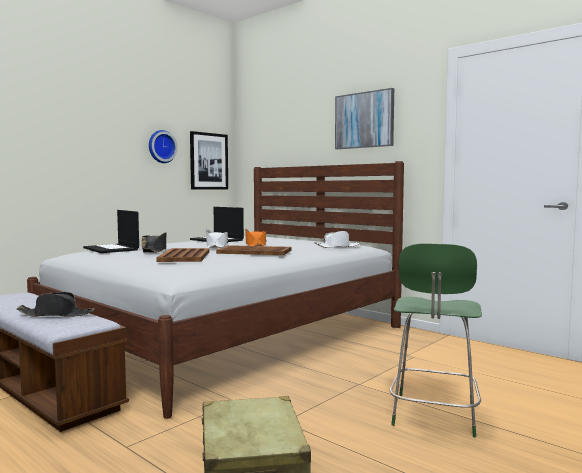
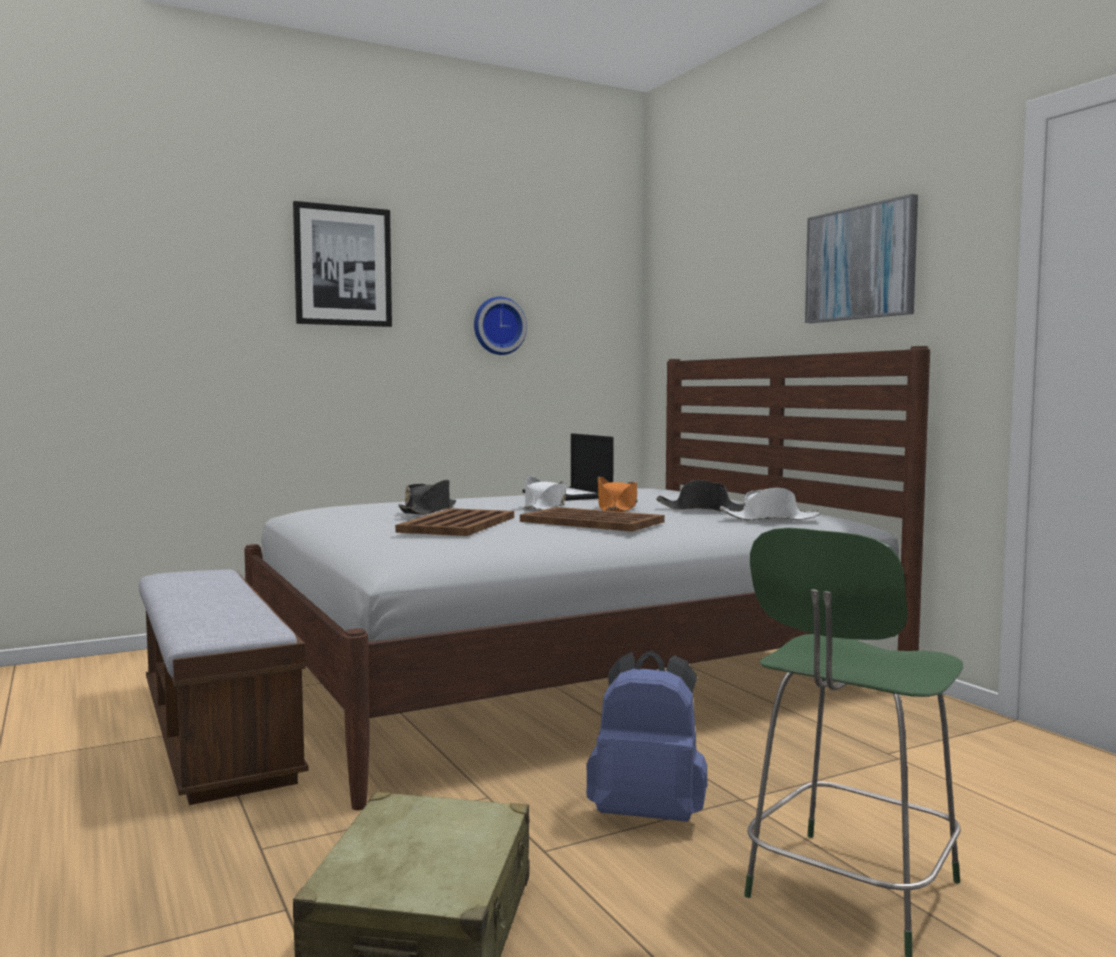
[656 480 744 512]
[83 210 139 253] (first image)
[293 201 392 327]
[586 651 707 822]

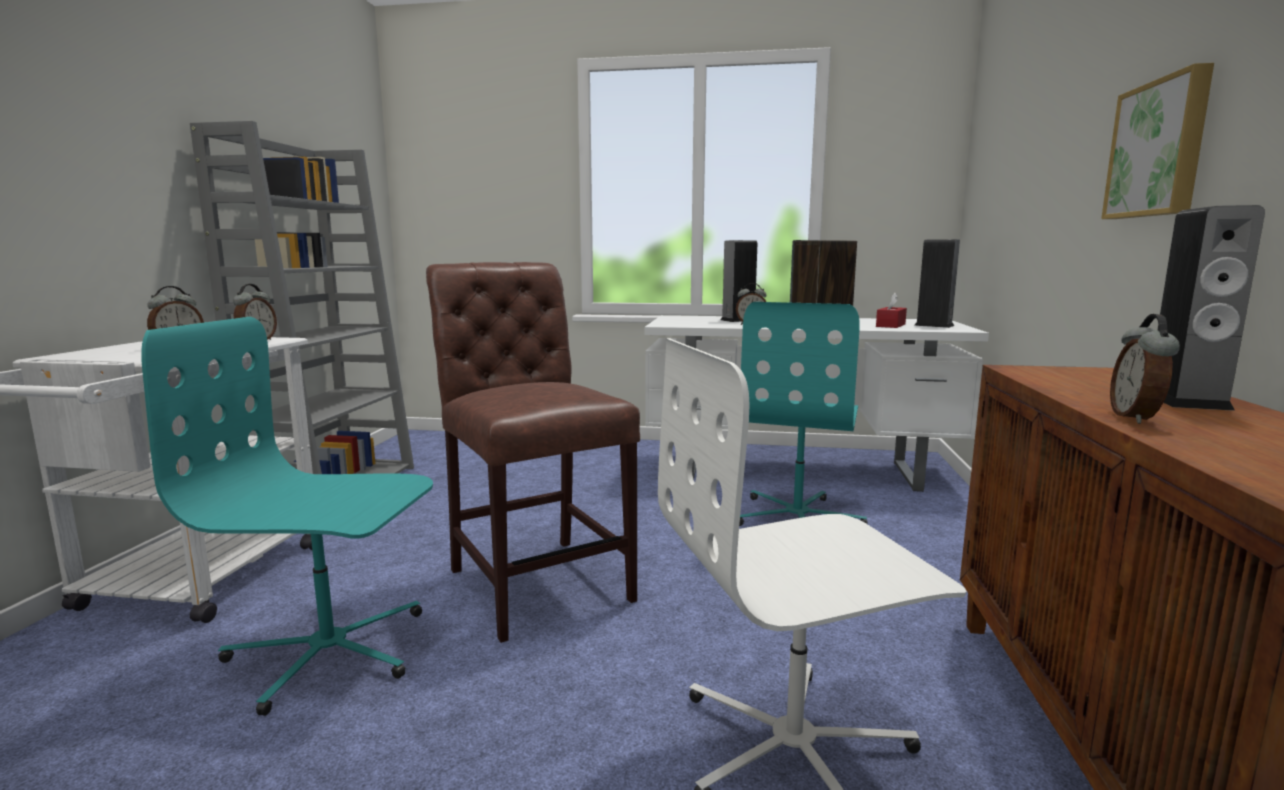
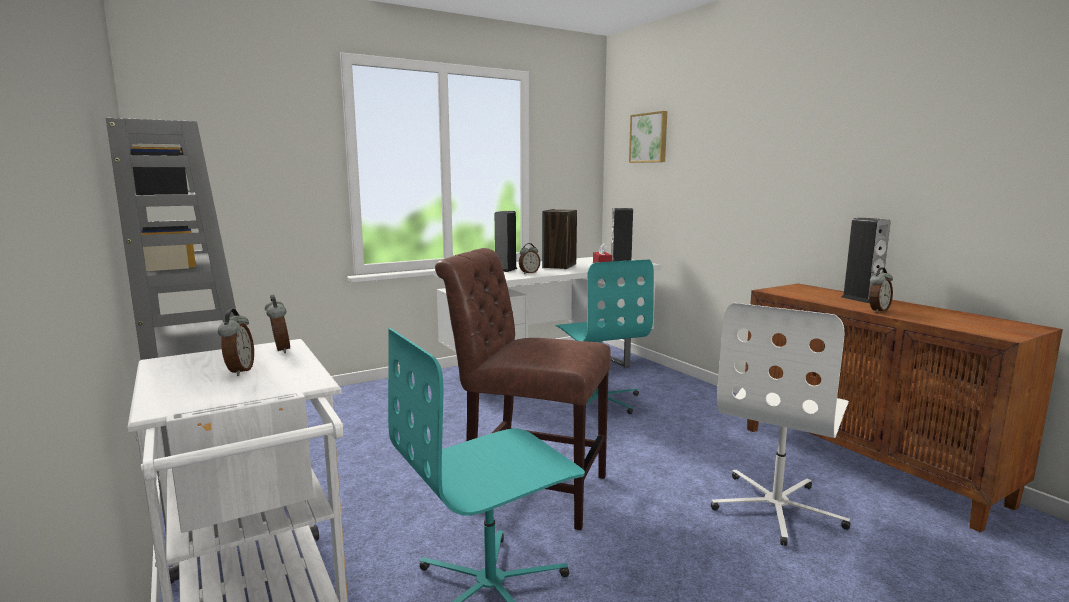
[629 111 667 163]
[869 268 893 313]

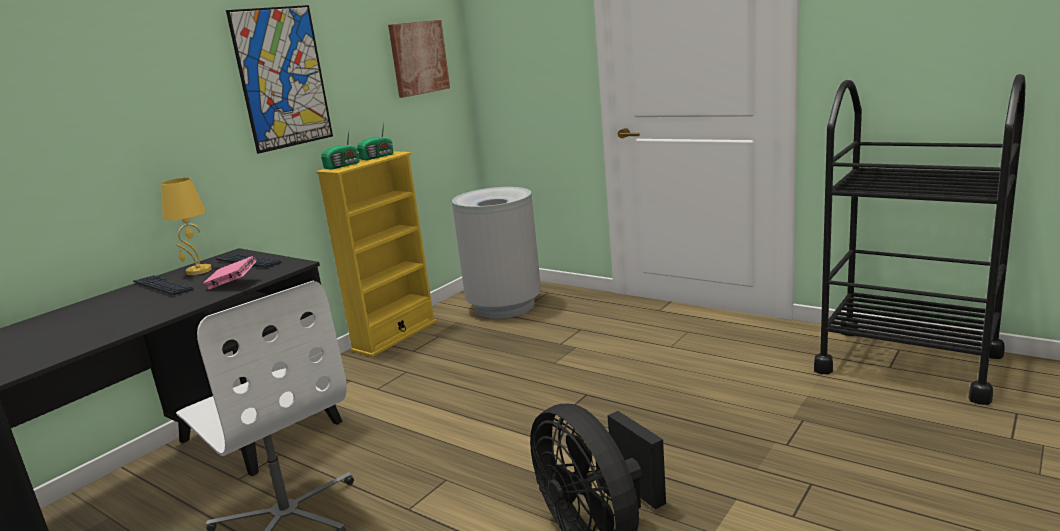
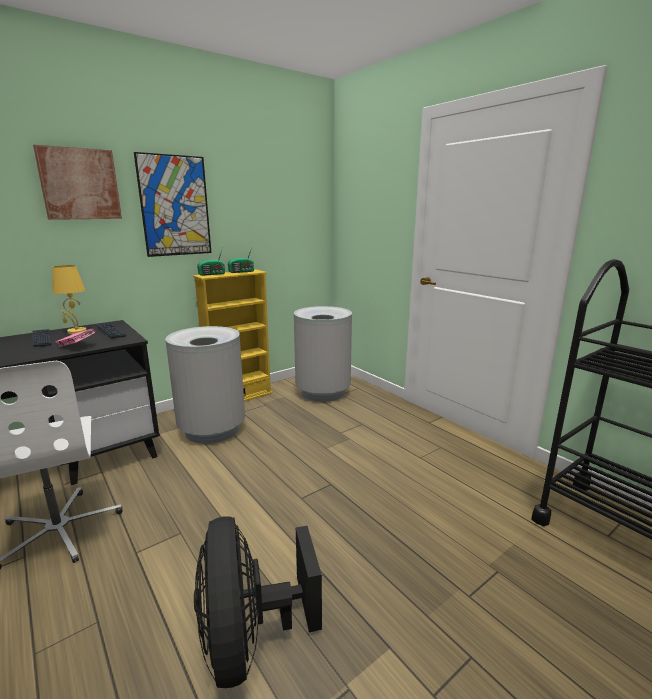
[33 145 122 220]
[165 326 245 444]

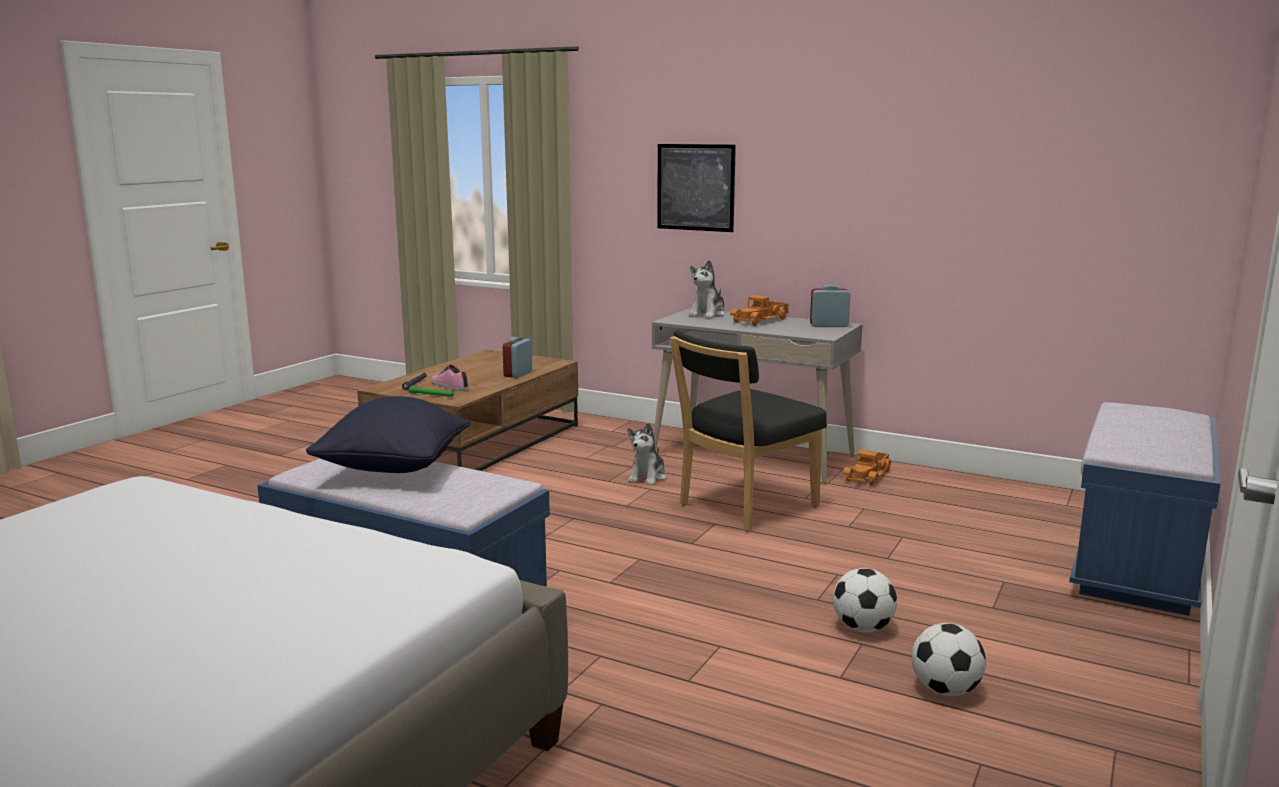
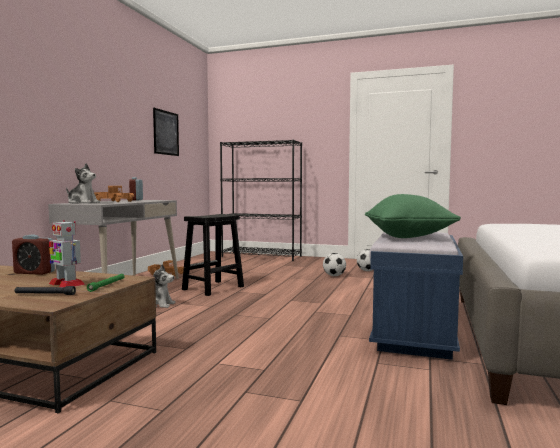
[365 194 461 238]
[49 220 85 287]
[153 108 179 156]
[182 214 244 296]
[220 140 302 261]

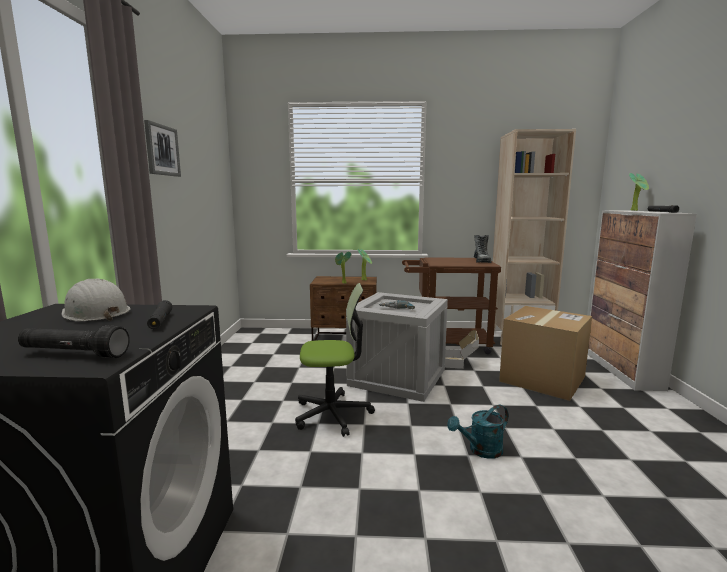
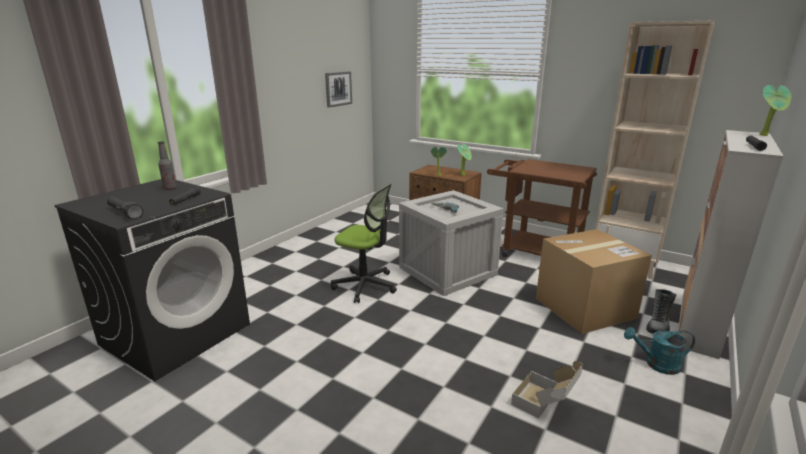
[158 141 177 190]
[325 71 352 107]
[511 361 583 419]
[624 327 695 375]
[646 289 676 334]

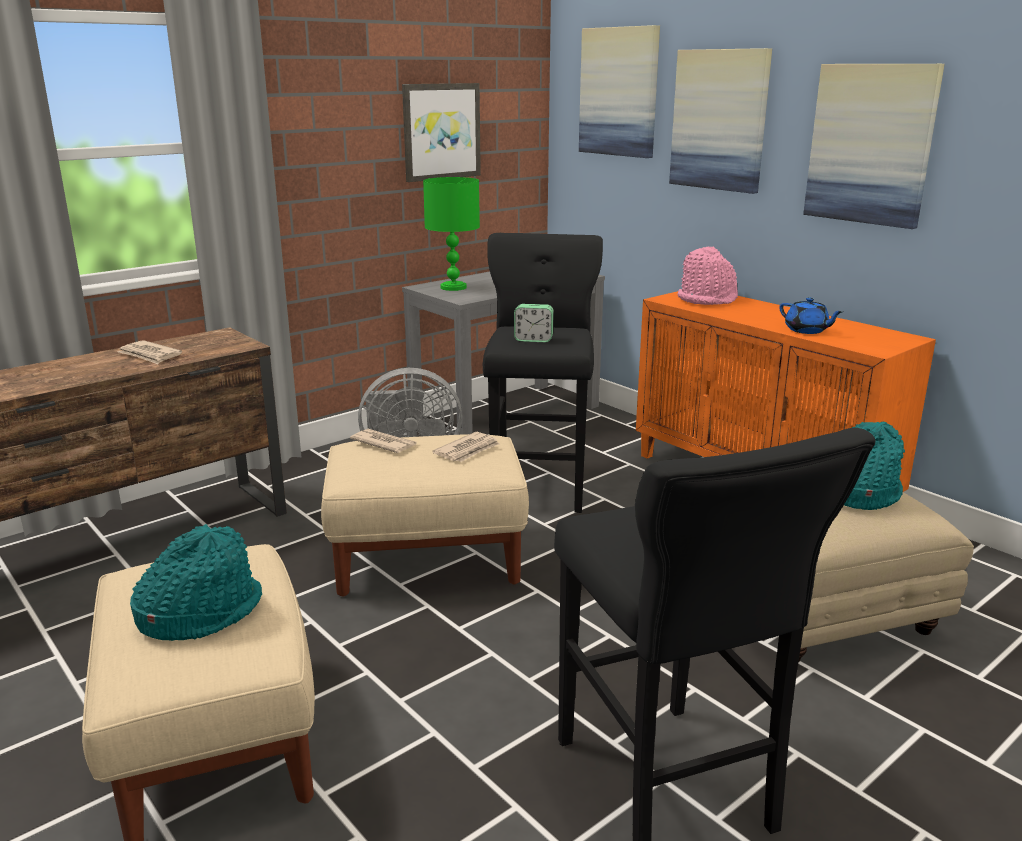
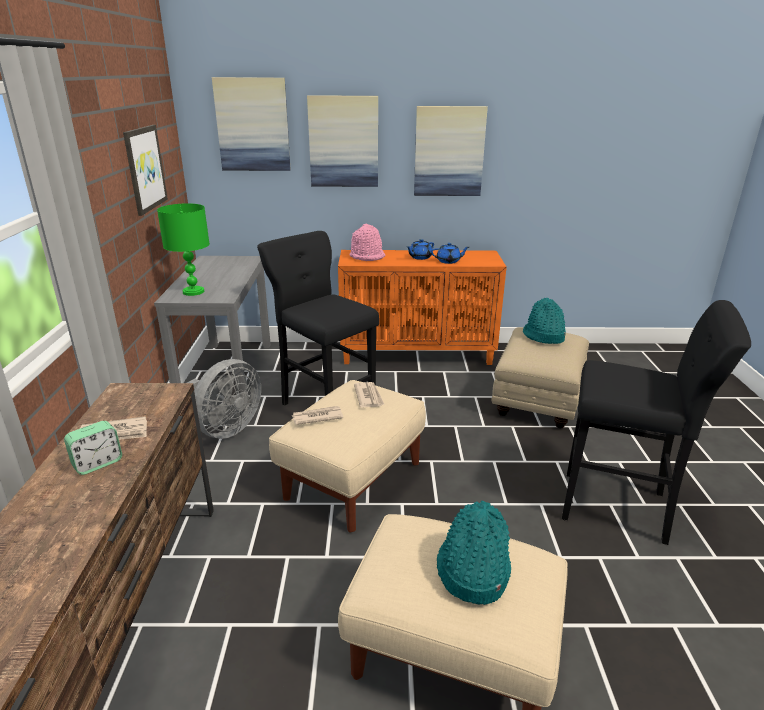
[64 421 122 475]
[407 239 434 260]

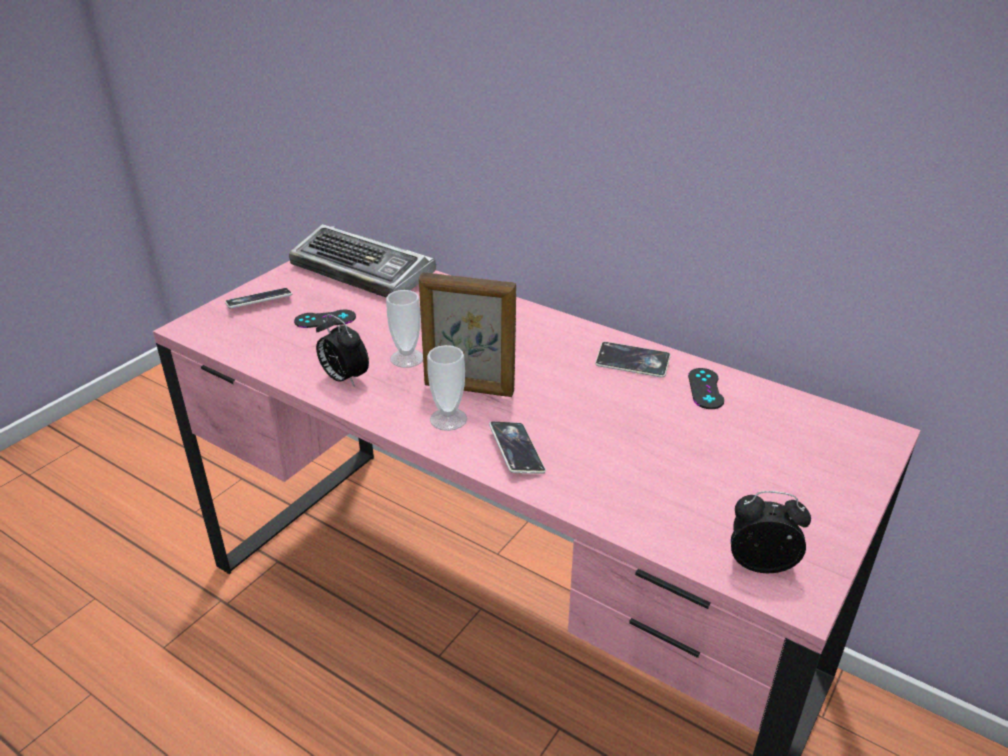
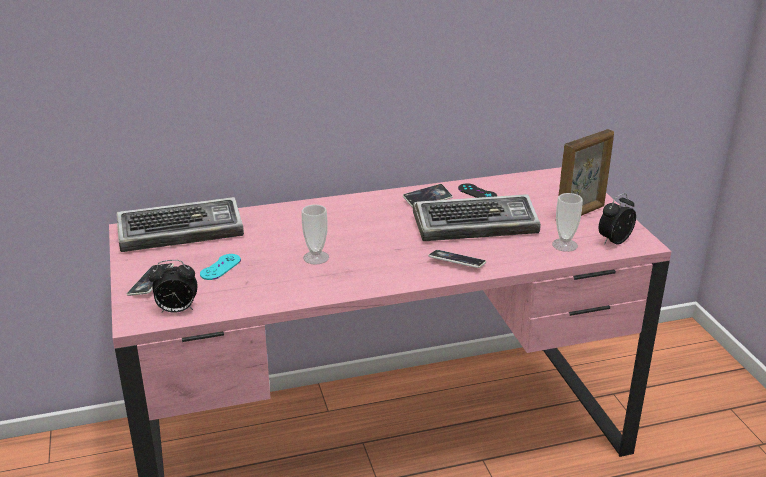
[200 254 241 280]
[149 260 198 313]
[558 129 614 216]
[552 193 583 252]
[413 194 541 241]

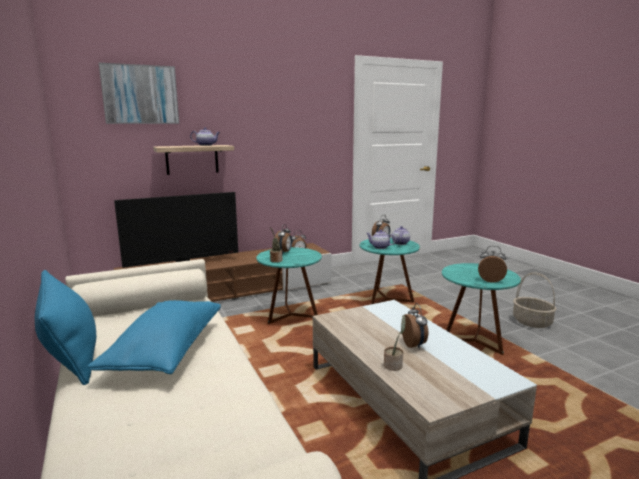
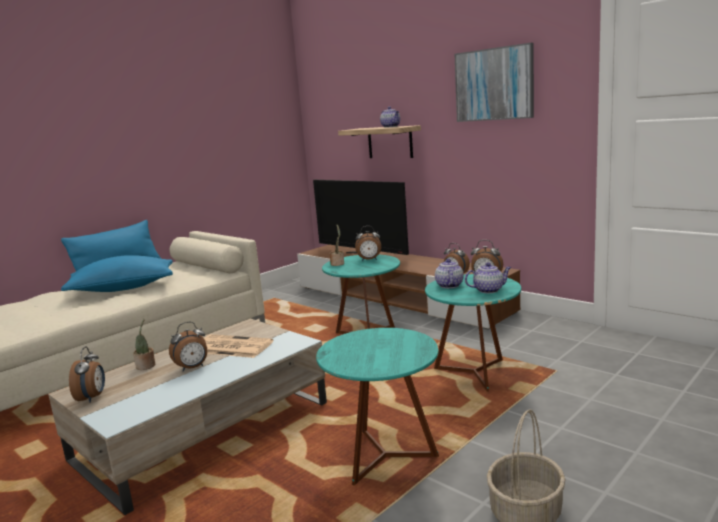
[455 43 534 122]
[69 346 105 403]
[204 334 273 358]

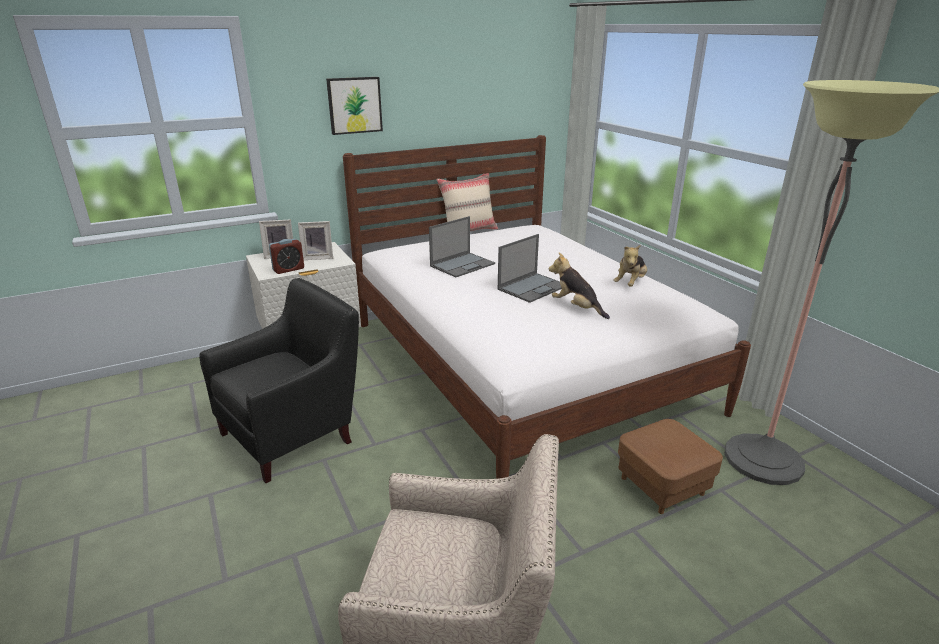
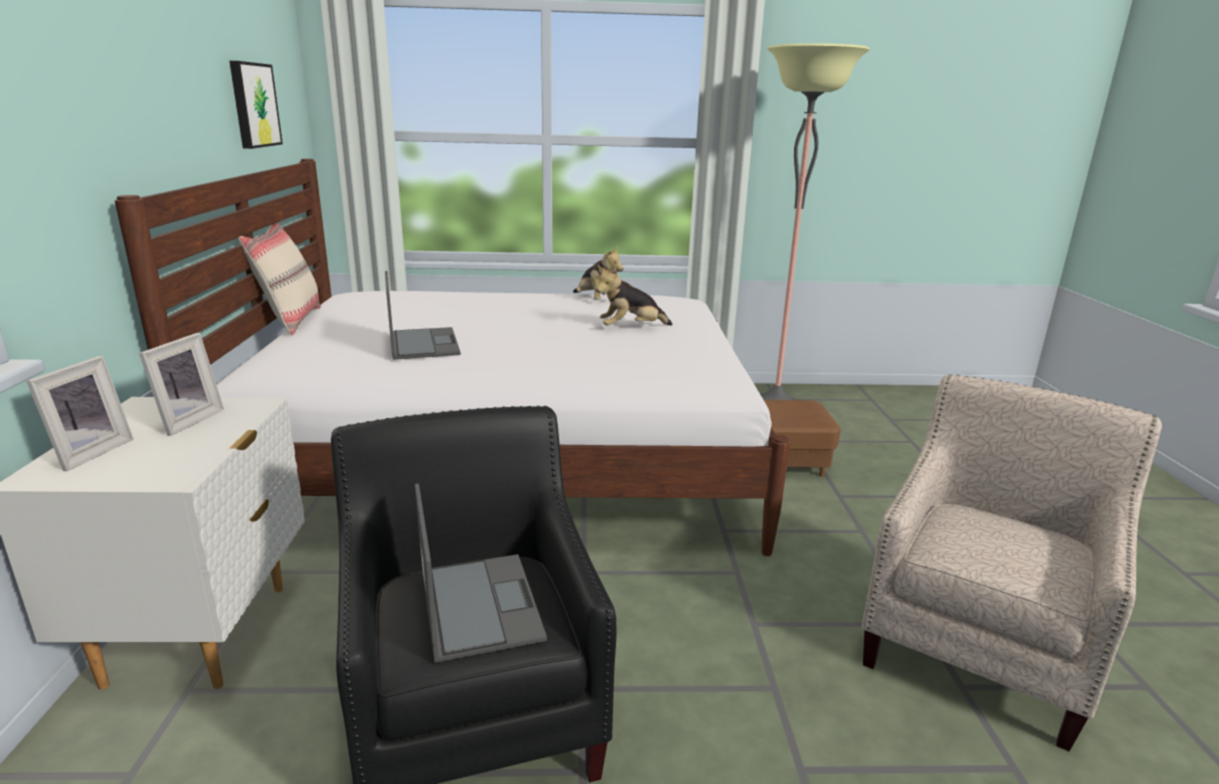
[269 239 304 274] (first image)
[229 61 283 149]
[415 483 547 663]

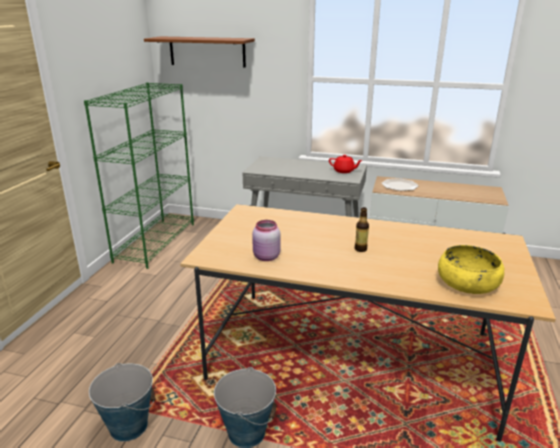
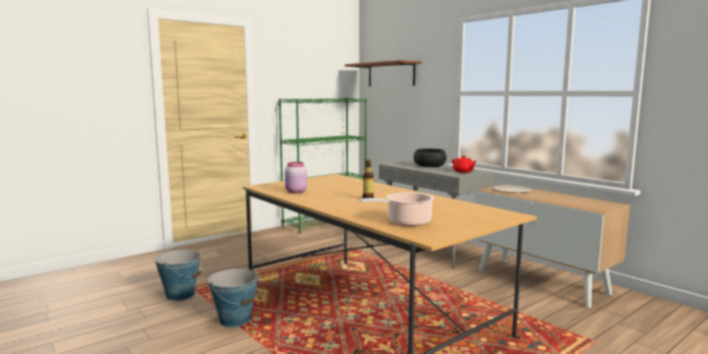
[360 192 434 226]
[413 149 447 167]

